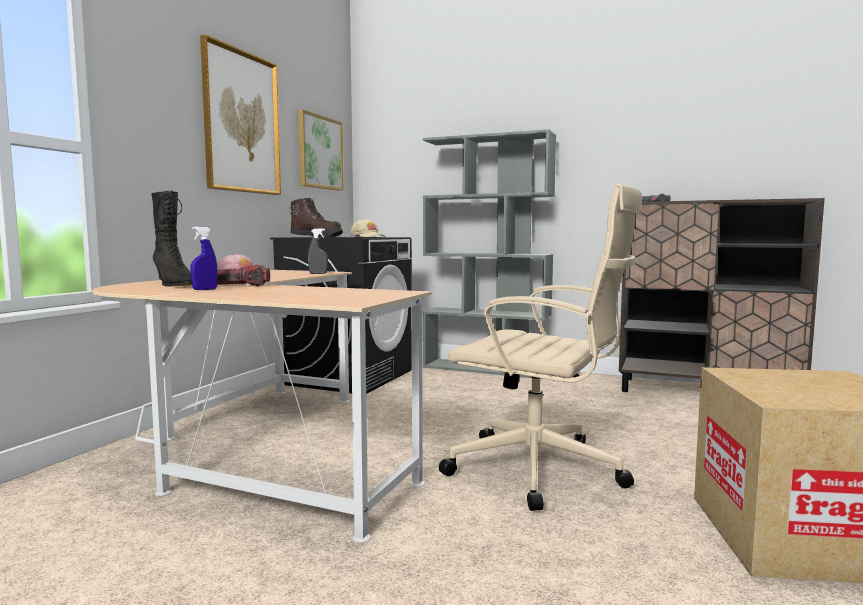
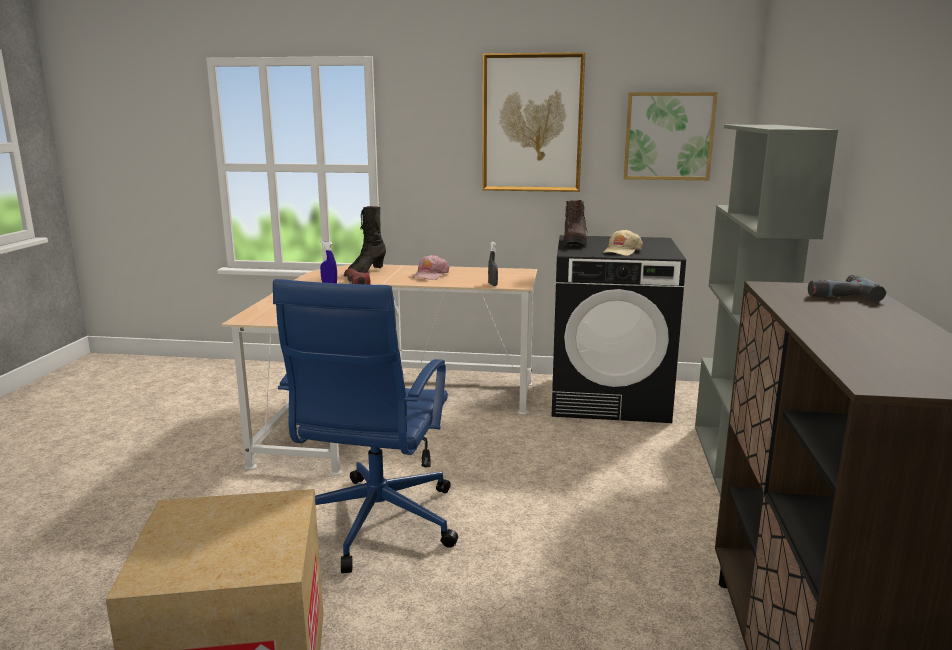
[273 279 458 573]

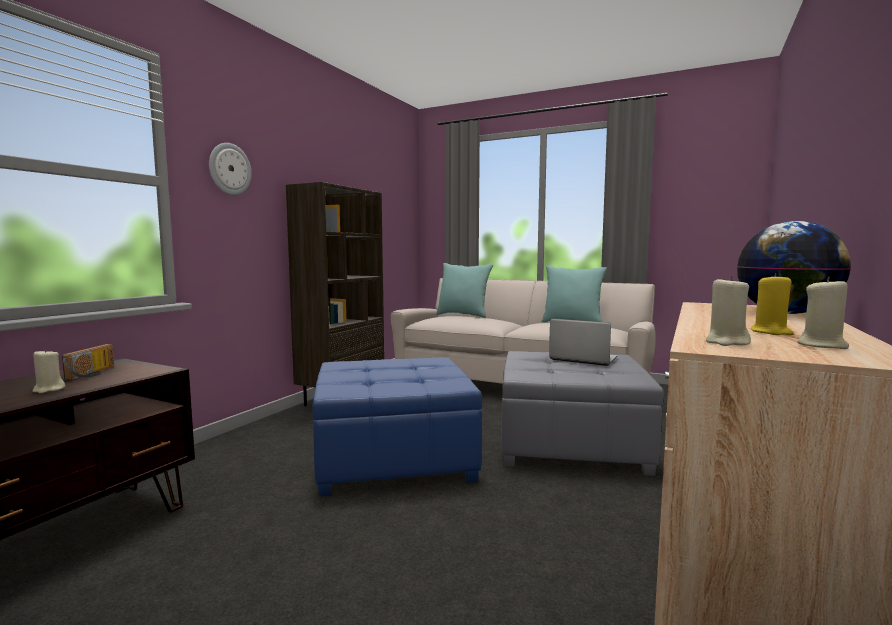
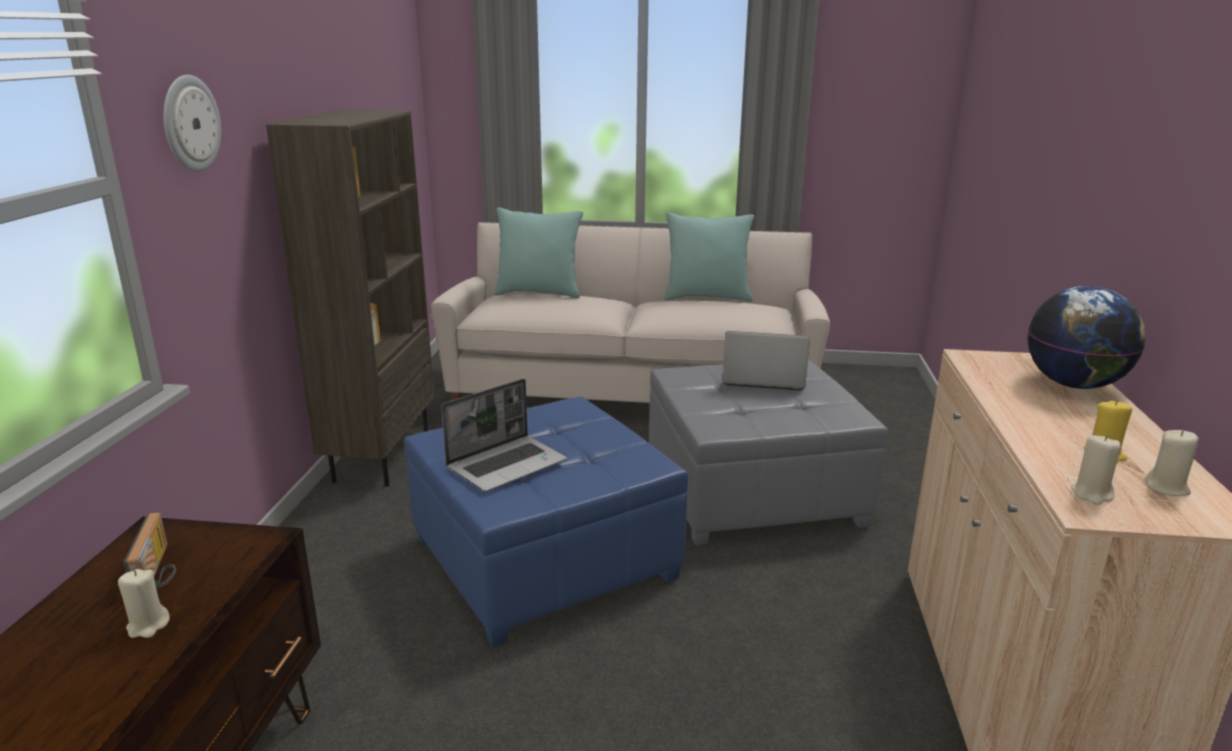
[441 379 567 492]

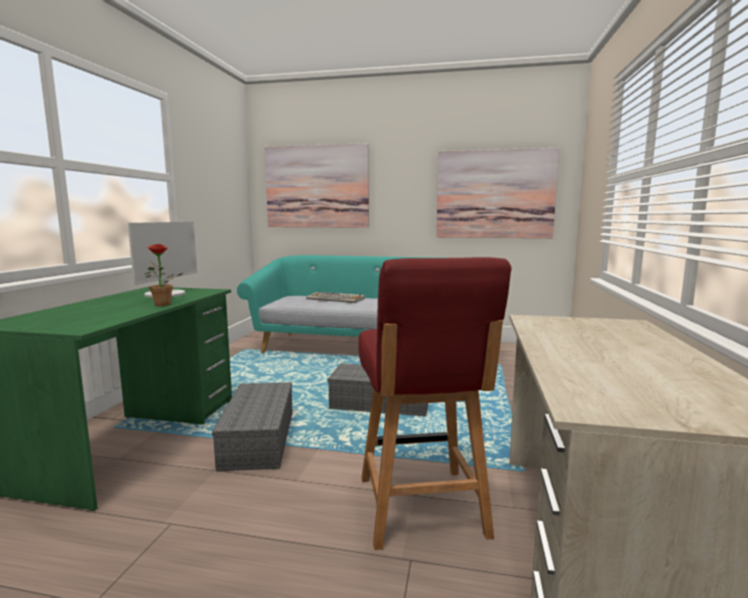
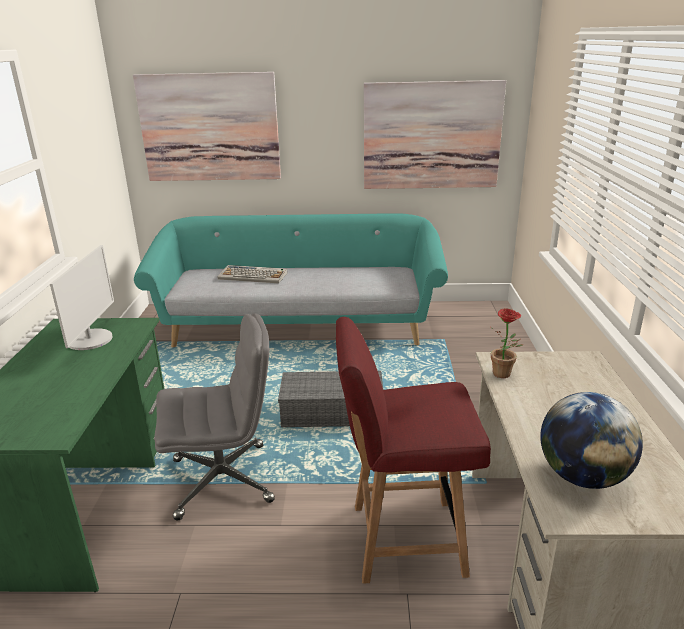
[489 308 524 378]
[155 314 275 521]
[336 317 491 584]
[540 392 643 489]

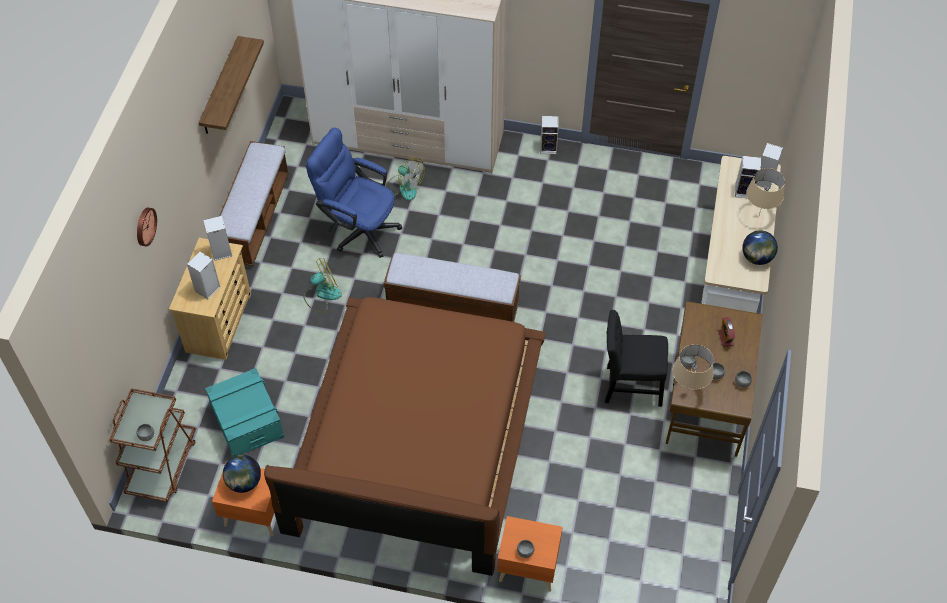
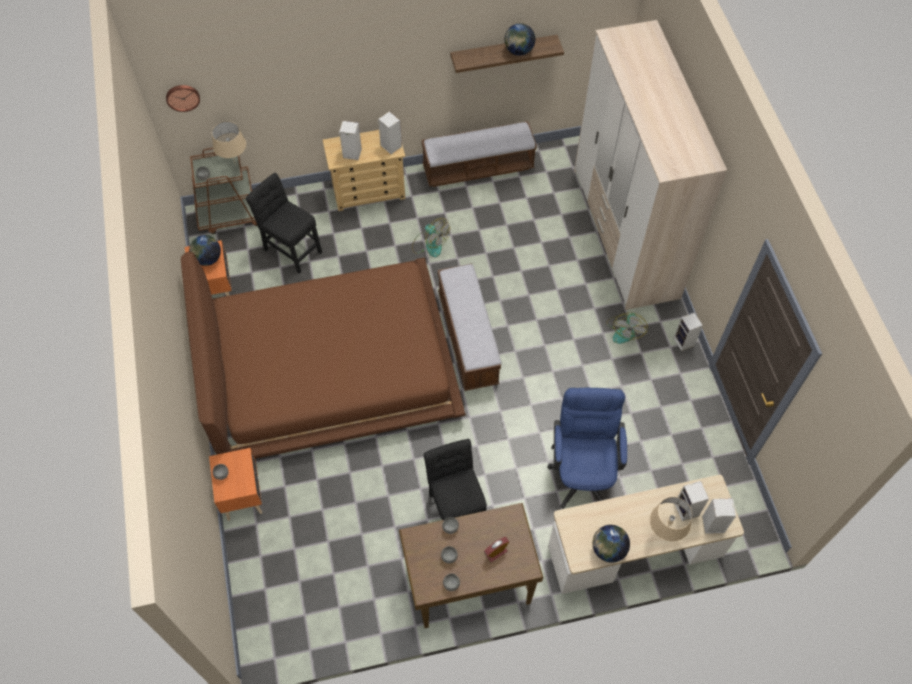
[166 85 200 112]
[246 173 322 274]
[547 388 627 509]
[606 313 648 344]
[212 121 246 163]
[505 23 535 56]

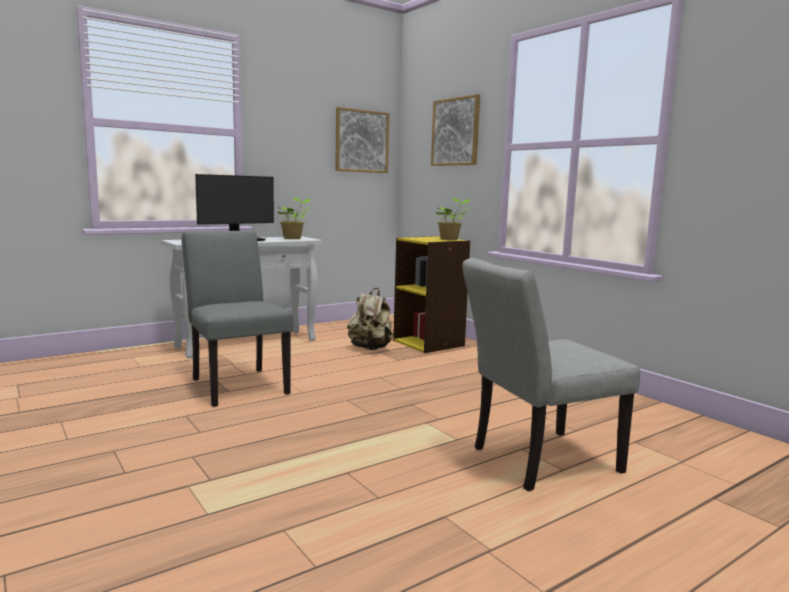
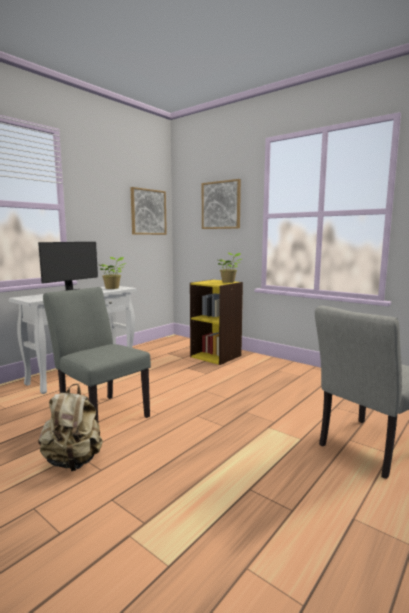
[38 383 103 471]

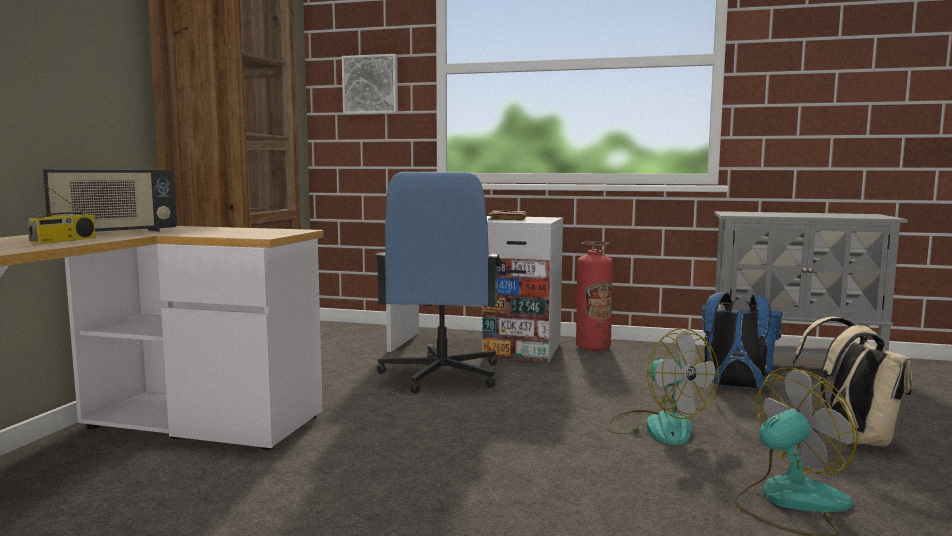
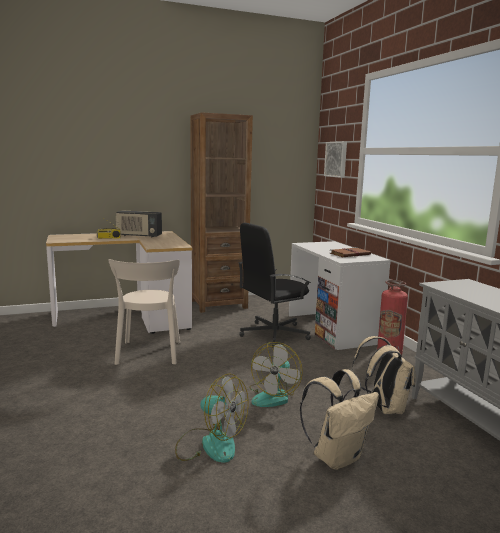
[239 223 311 346]
[352 336 416 414]
[108 259 180 365]

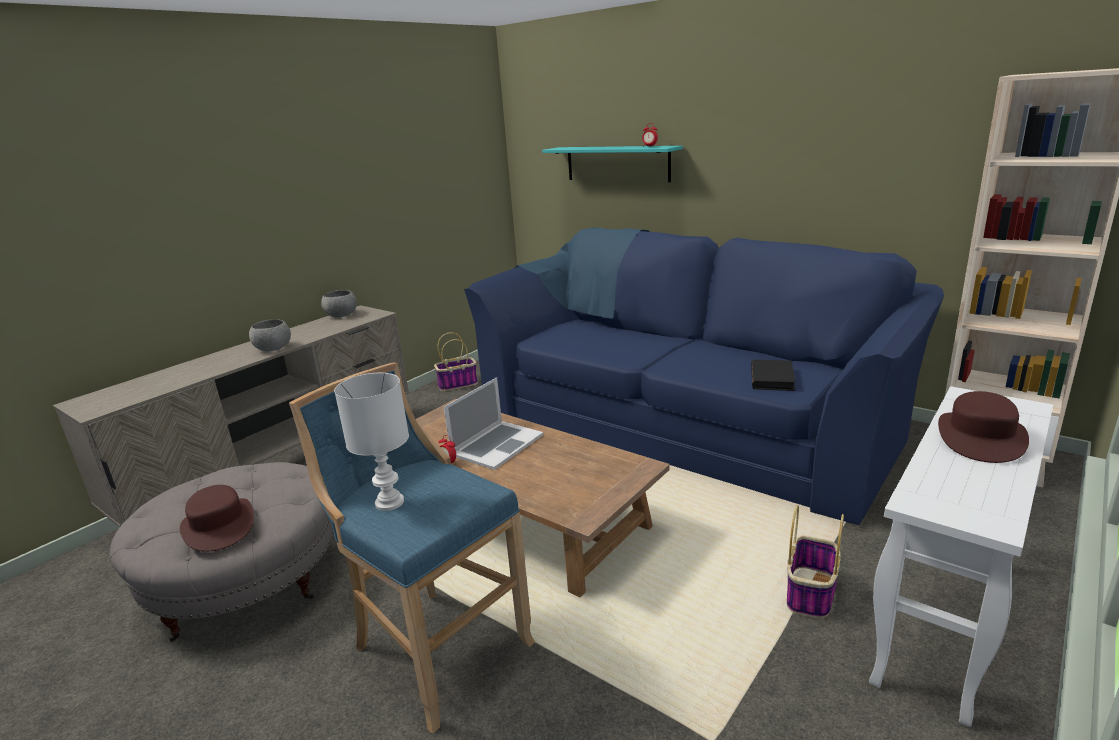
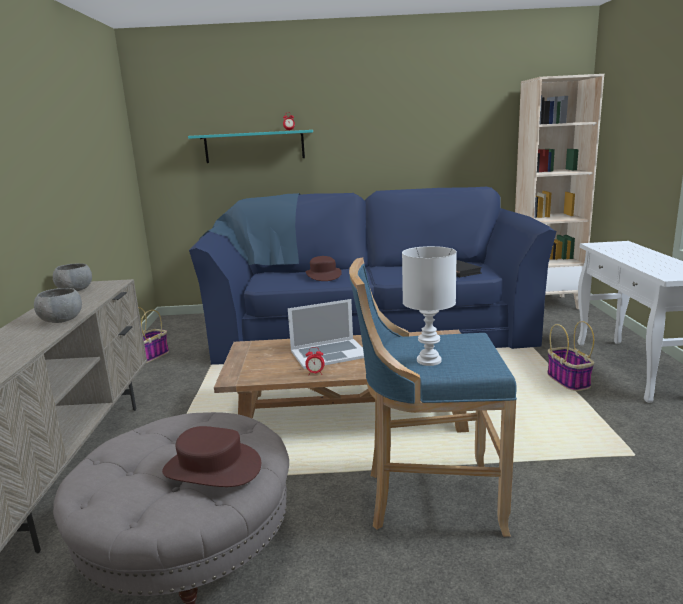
[288 299 364 369]
[305 256 342 281]

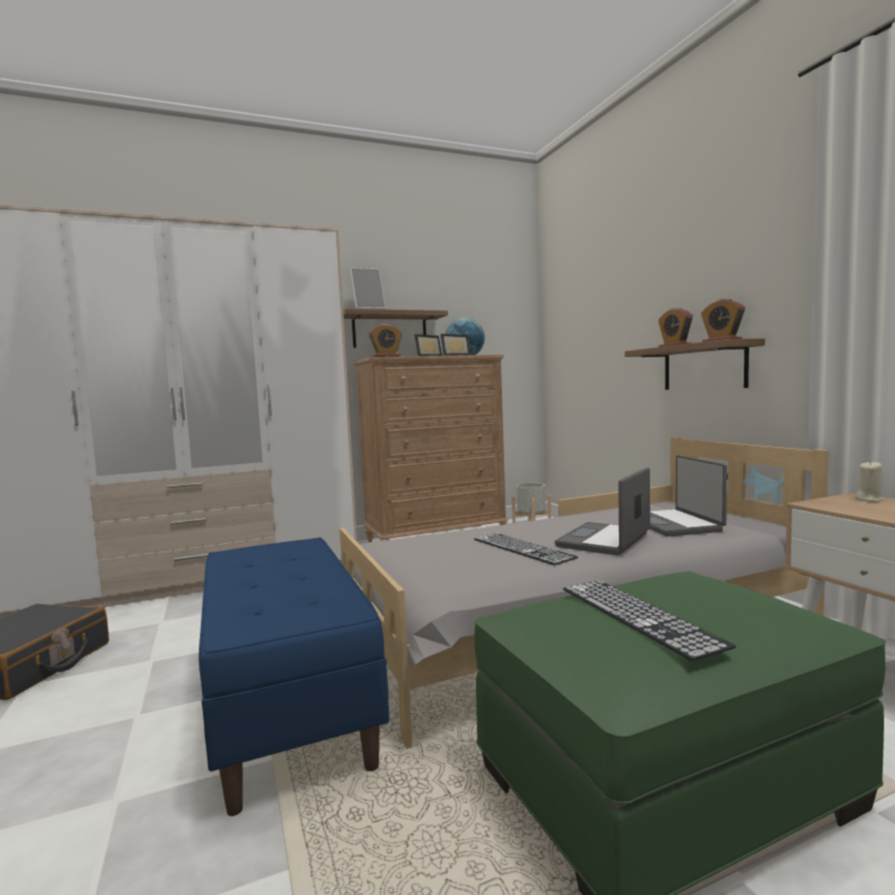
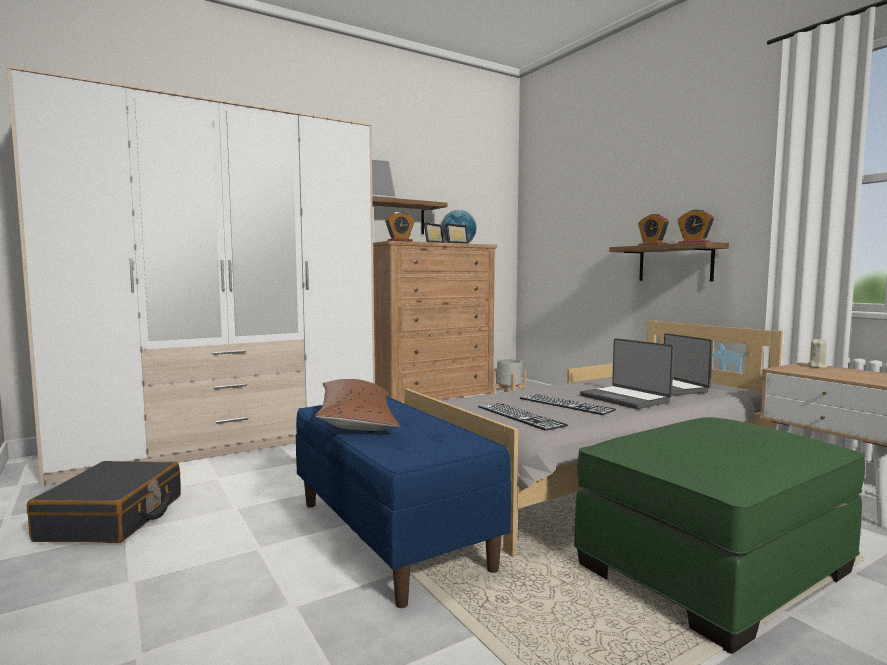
[580 338 674 409]
[478 403 568 430]
[316 379 400 431]

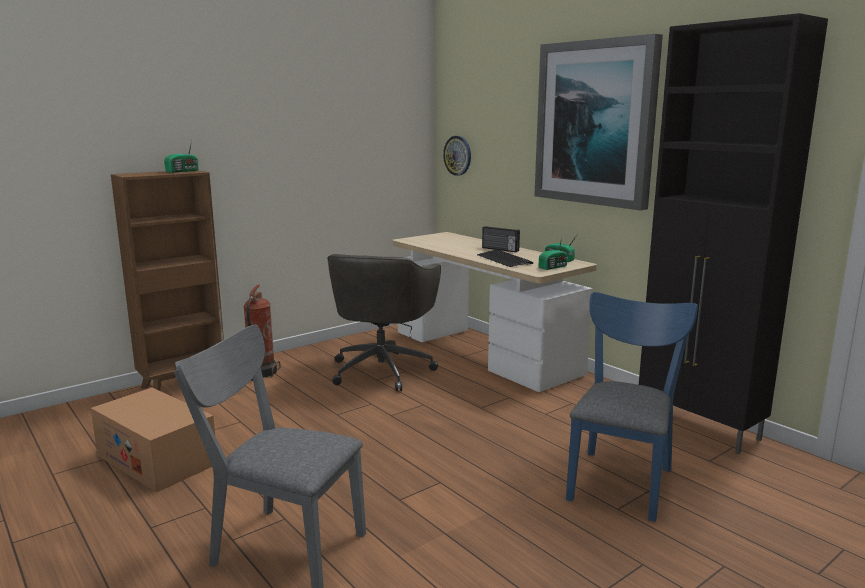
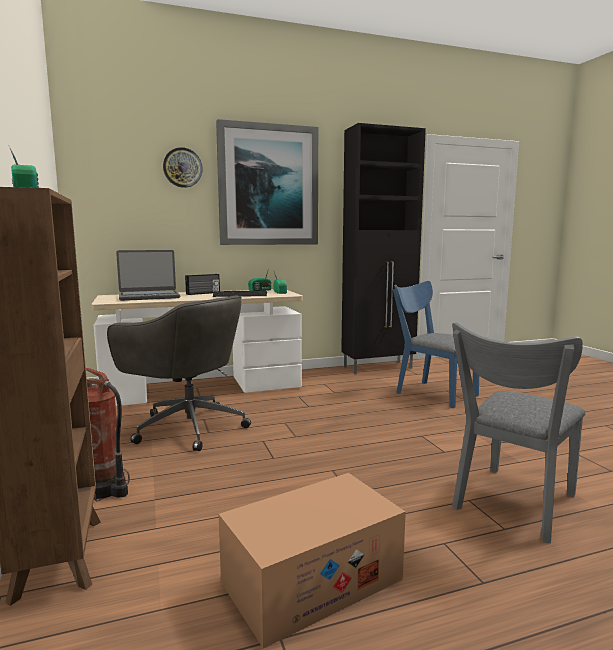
[163 147 203 188]
[116 250 180 301]

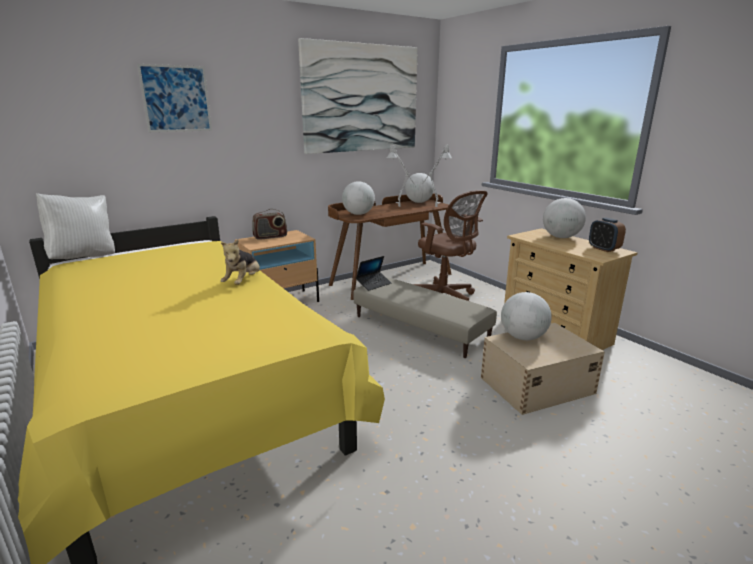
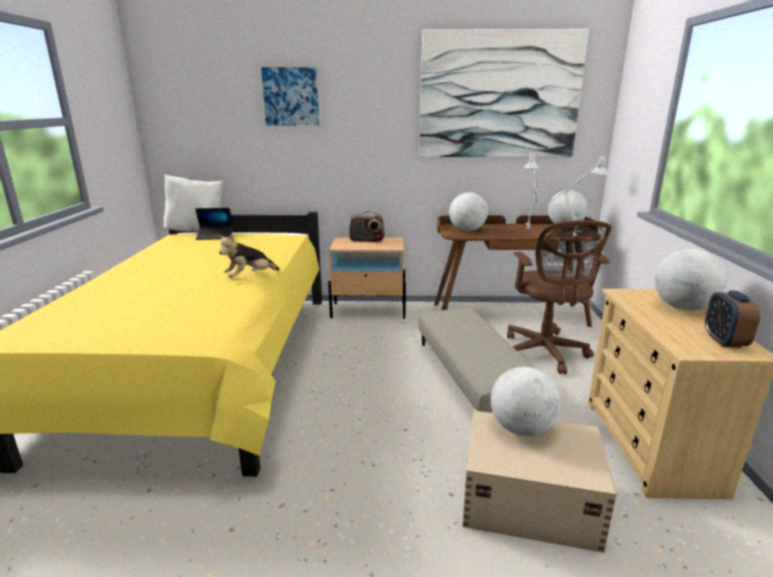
[195 208 233 240]

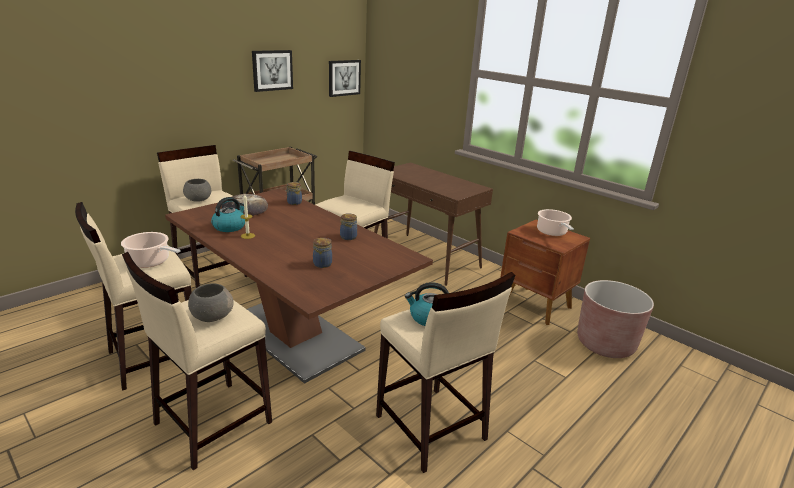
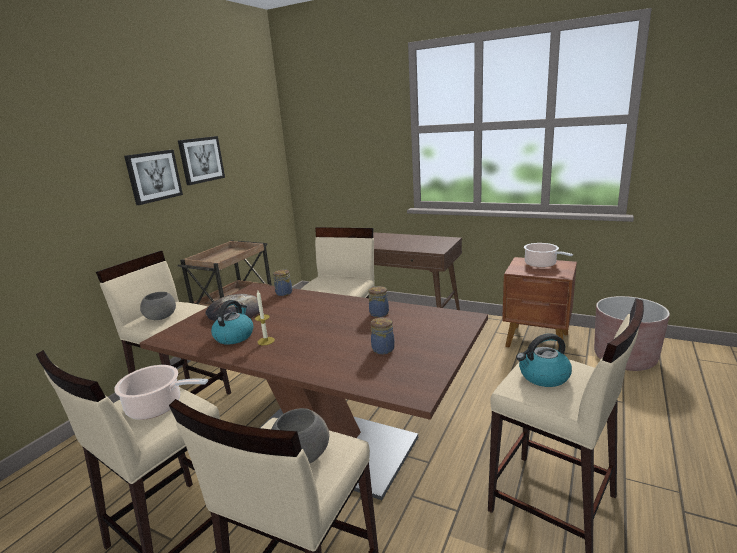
[124 150 183 205]

